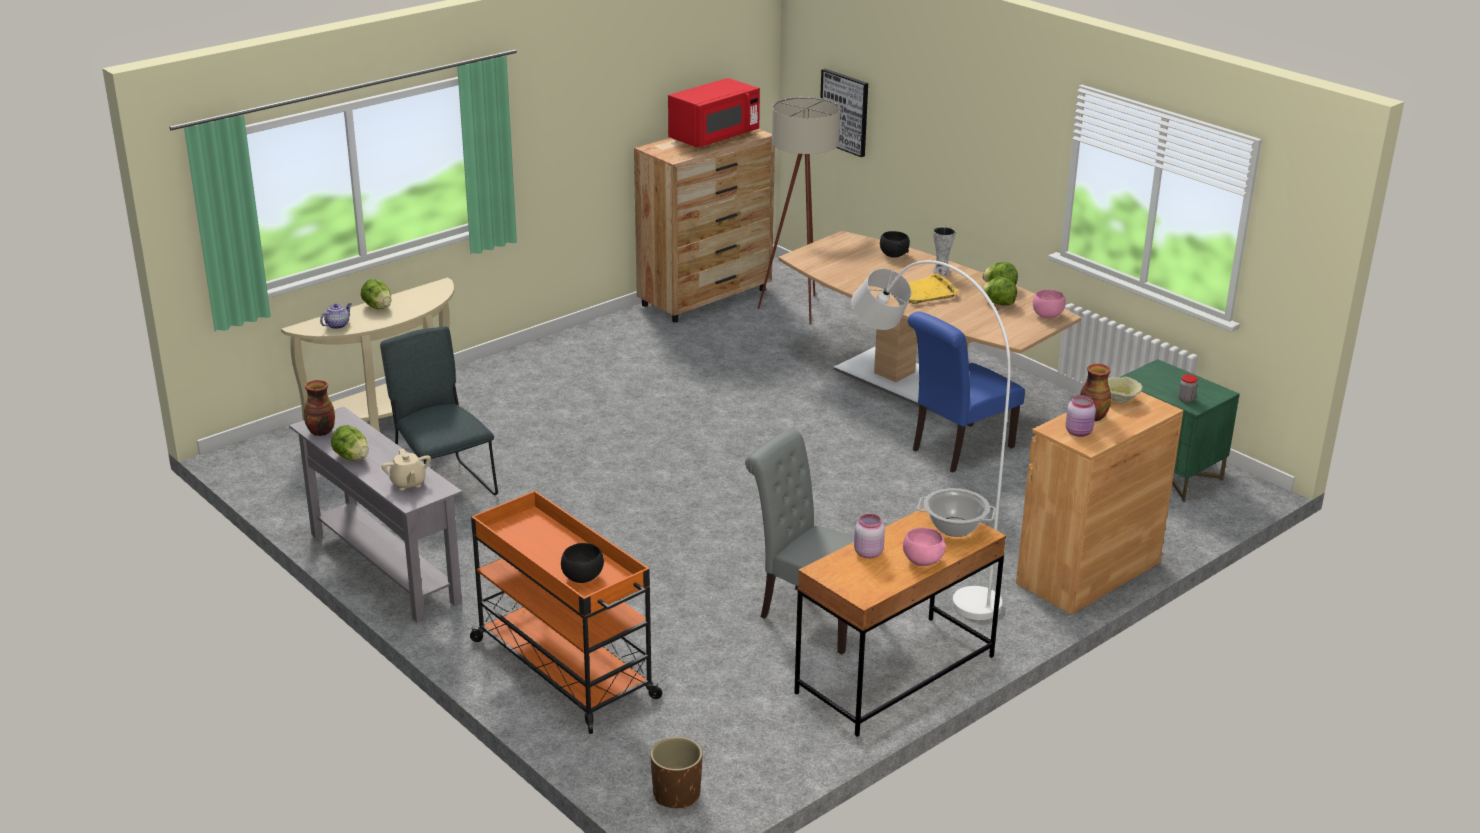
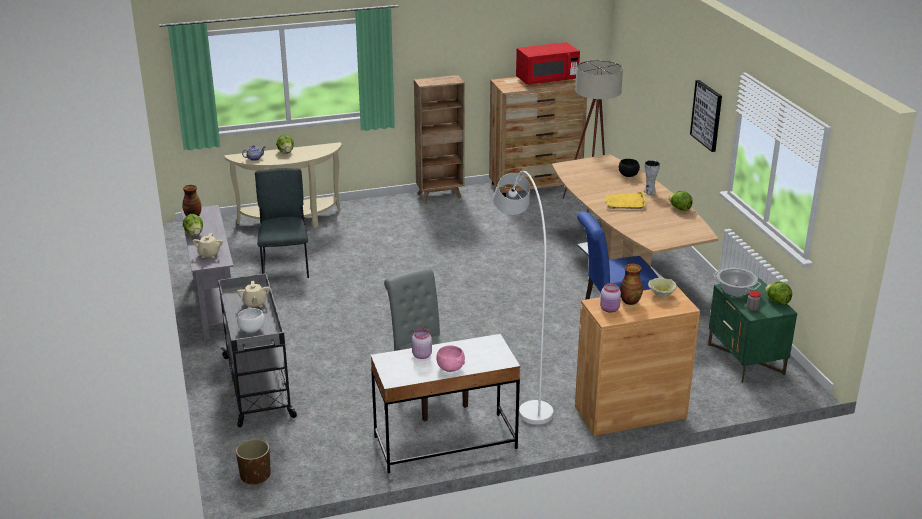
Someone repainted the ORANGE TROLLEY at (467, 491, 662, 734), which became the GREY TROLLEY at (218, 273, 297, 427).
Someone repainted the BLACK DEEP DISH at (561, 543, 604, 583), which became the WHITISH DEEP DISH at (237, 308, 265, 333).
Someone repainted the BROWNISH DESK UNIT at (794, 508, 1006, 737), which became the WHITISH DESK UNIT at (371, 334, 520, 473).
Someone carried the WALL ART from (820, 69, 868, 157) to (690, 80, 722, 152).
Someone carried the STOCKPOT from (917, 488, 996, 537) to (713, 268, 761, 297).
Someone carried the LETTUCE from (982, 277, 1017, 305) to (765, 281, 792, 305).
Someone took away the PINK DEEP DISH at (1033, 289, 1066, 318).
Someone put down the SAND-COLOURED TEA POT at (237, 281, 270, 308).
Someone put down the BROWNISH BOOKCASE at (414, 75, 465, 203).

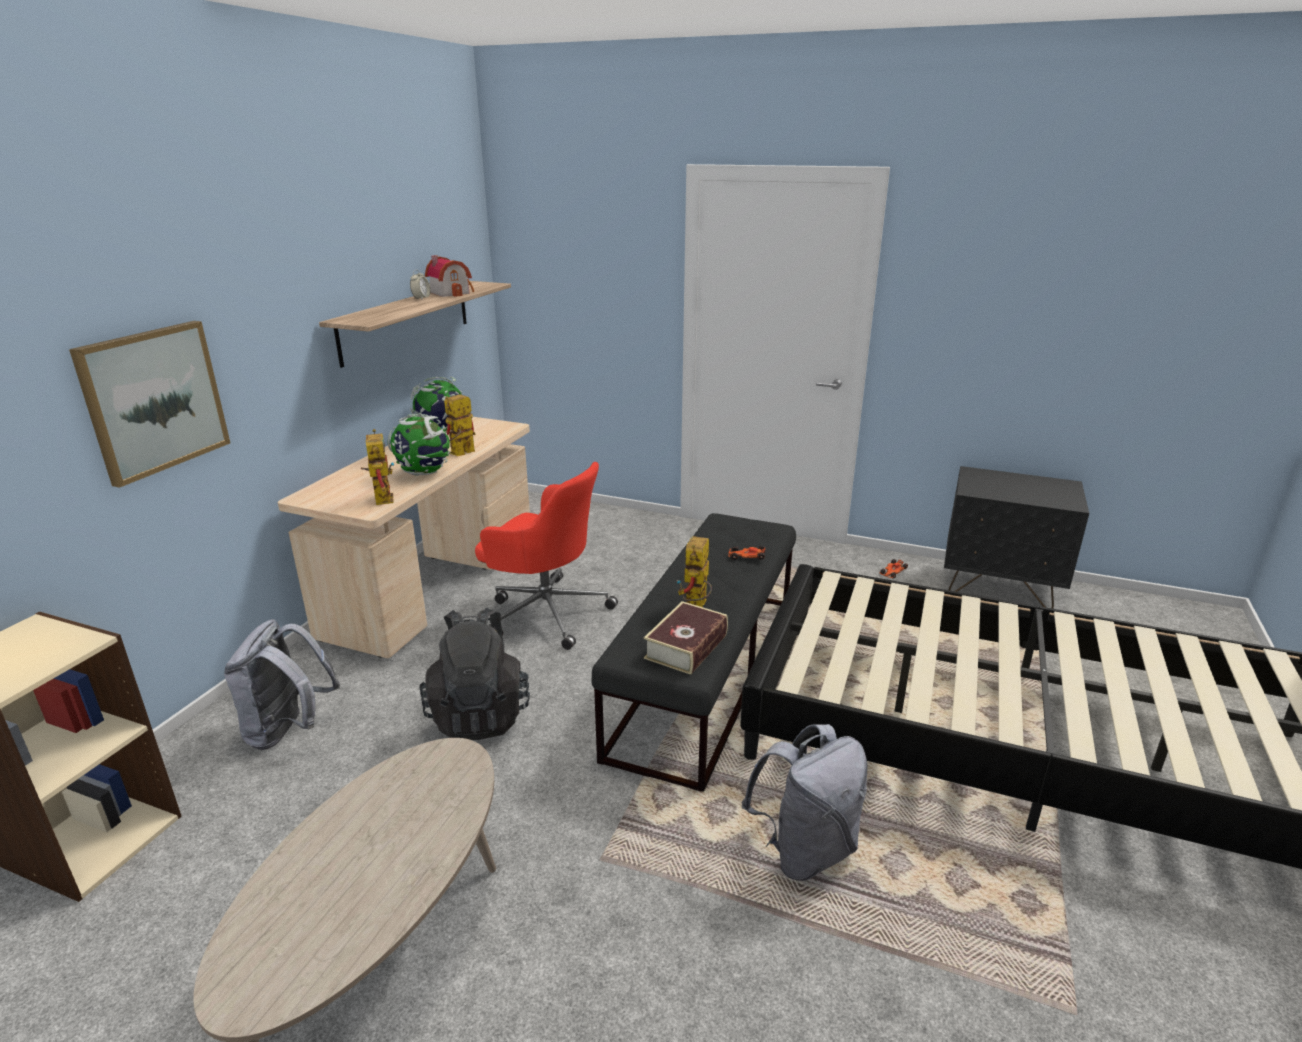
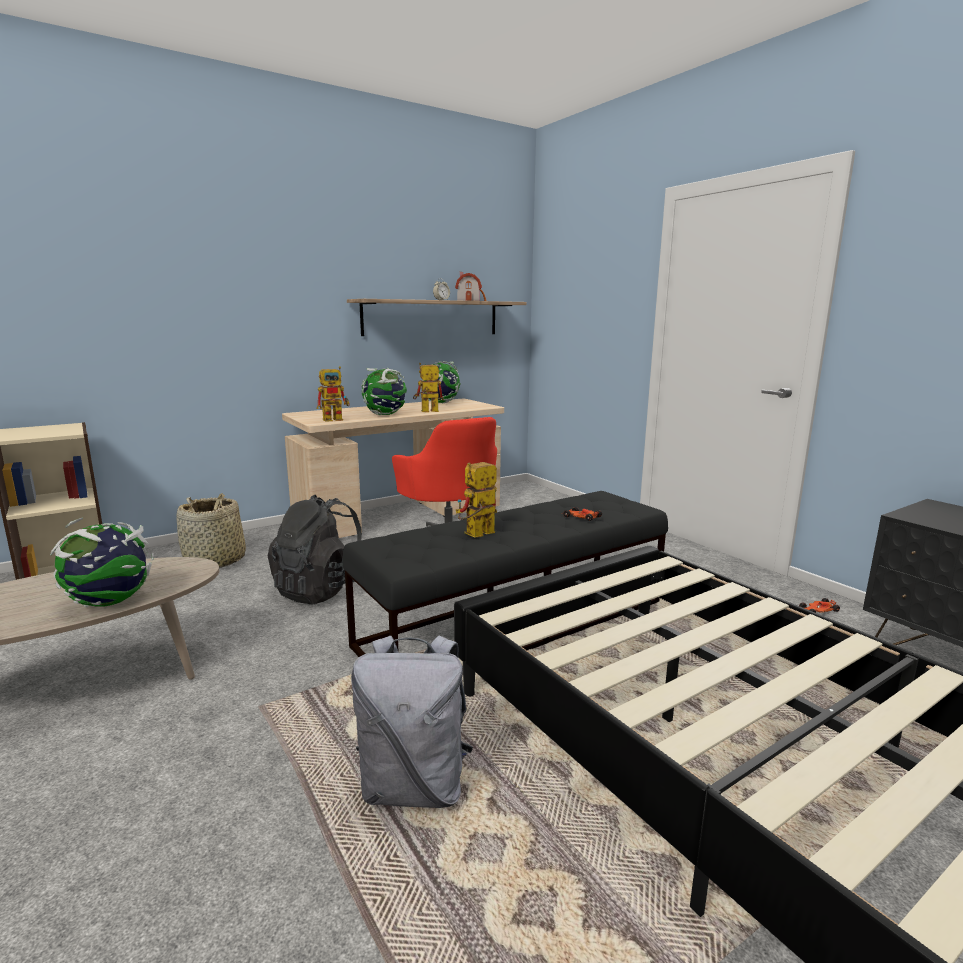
Someone took away the WALL ART at (69, 321, 230, 488).
Someone swapped the GREY KNAPSACK at (224, 619, 340, 750) for the BASKET at (177, 493, 246, 568).
Someone rotated the MODEL ROBOT at (361, 429, 394, 505) by 45 degrees clockwise.
Someone took away the VOLUME at (644, 601, 728, 675).
Someone put down the WORLD GLOBE at (50, 518, 154, 607).

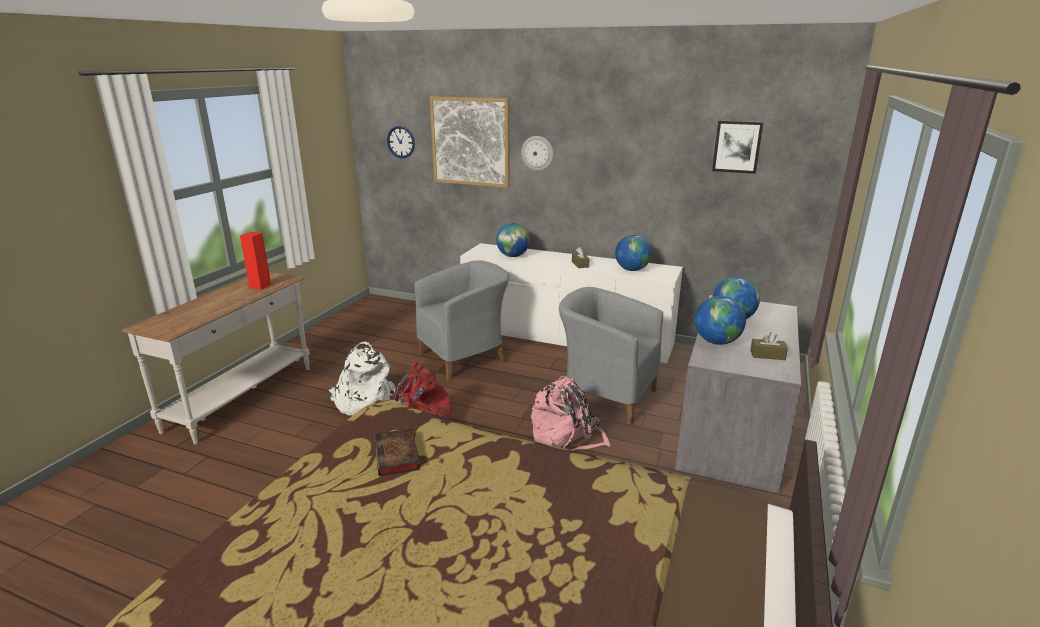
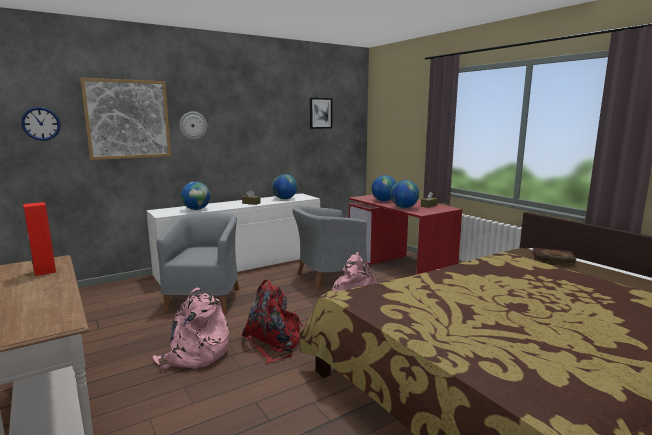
Someone repainted the WHITISH KNAPSACK at (329, 342, 396, 416), which became the PINK KNAPSACK at (152, 288, 229, 369).
Someone carried the VOLUME from (374, 429, 420, 476) to (532, 248, 576, 263).
Someone repainted the GREY DESK UNIT at (675, 295, 801, 494), which became the REDDISH DESK UNIT at (349, 195, 462, 274).

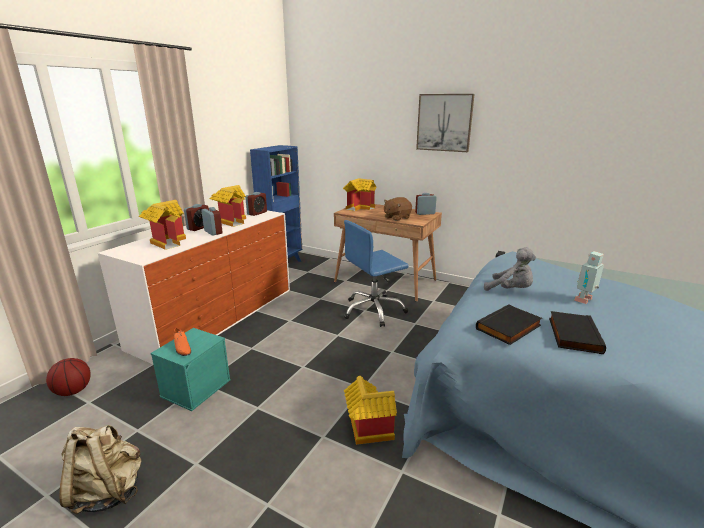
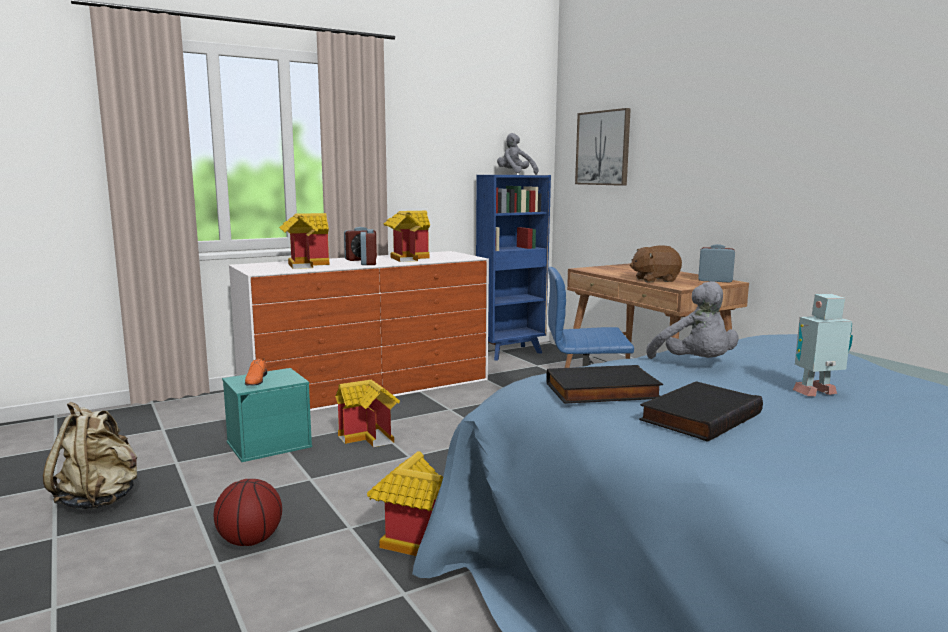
Someone carried the BASKETBALL BALL from (46, 358, 91, 396) to (214, 479, 282, 546).
Someone took away the ALARM CLOCK at (245, 192, 267, 216).
Someone carried the MINIATURE HOUSE from (343, 178, 377, 211) to (335, 379, 400, 447).
Someone carried the WALL ART from (416, 94, 475, 152) to (575, 108, 631, 186).
Someone put down the GREY CUDDLY TOY at (497, 133, 538, 175).

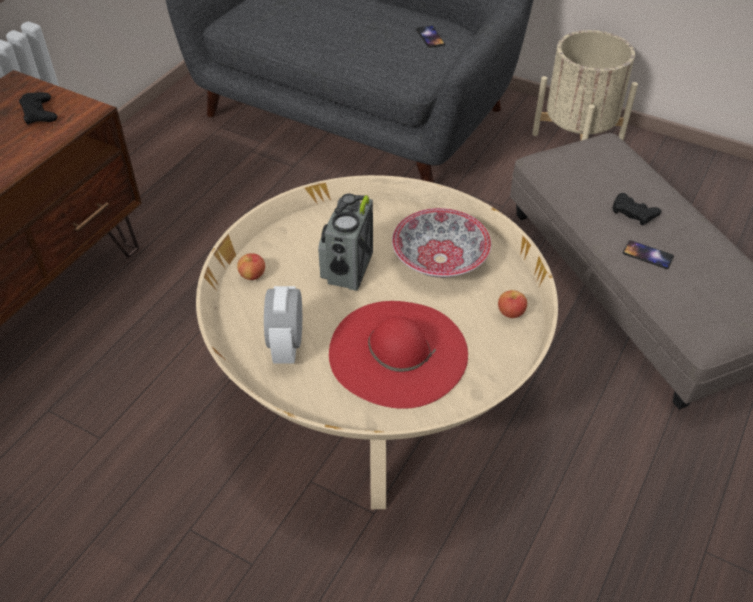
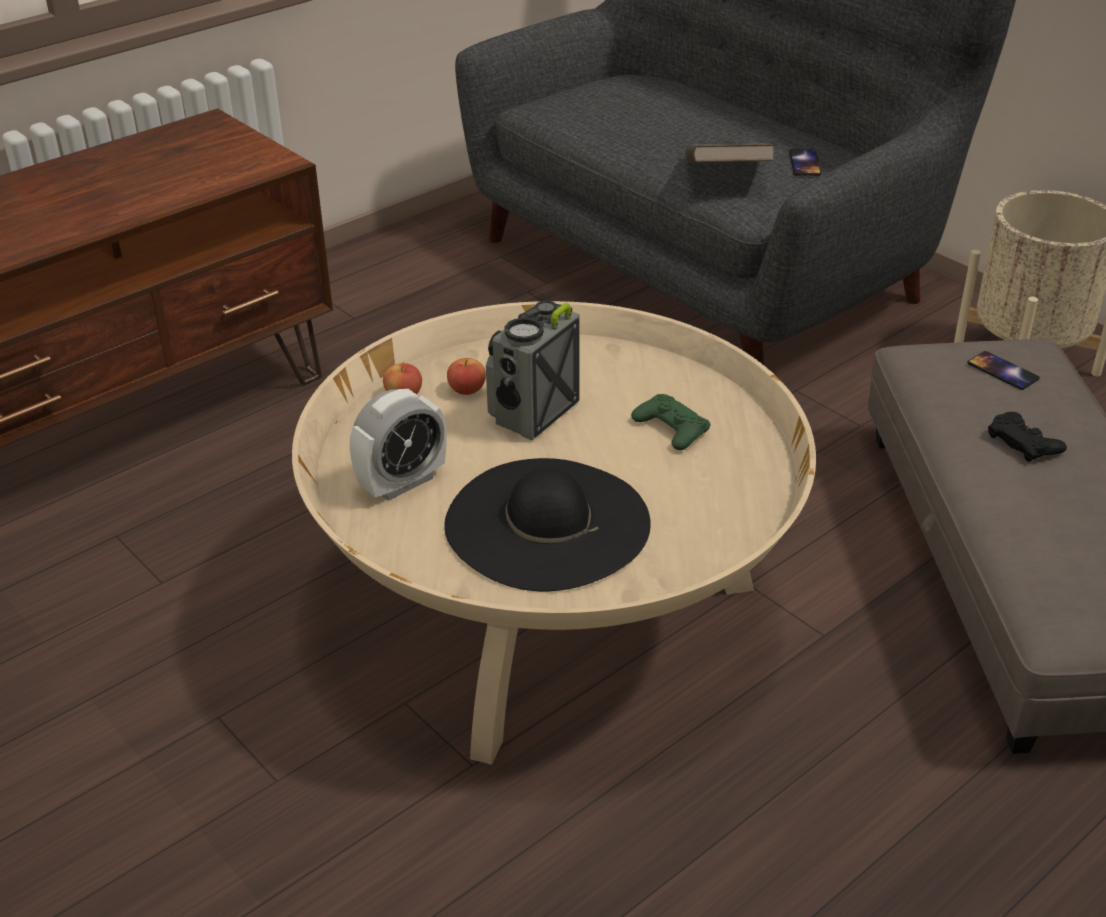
Someone took away the BLACK GAME CONTROLLER at (19, 92, 57, 125).
Someone rotated the ALARM CLOCK at (264, 286, 302, 364) by 150 degrees counterclockwise.
Someone repainted the REDDISH WEARABLE HAT at (329, 301, 468, 409), which became the BLACK WEARABLE HAT at (444, 458, 651, 591).
Someone swapped the DEEP DISH at (392, 208, 492, 278) for the GREEN GAME CONTROLLER at (631, 394, 711, 450).
Someone carried the WHOLE APPLE from (498, 290, 527, 318) to (447, 358, 486, 395).
Someone carried the HANDSET from (623, 240, 674, 269) to (967, 351, 1040, 390).
Someone put down the BROWNISH VOLUME at (685, 144, 775, 162).

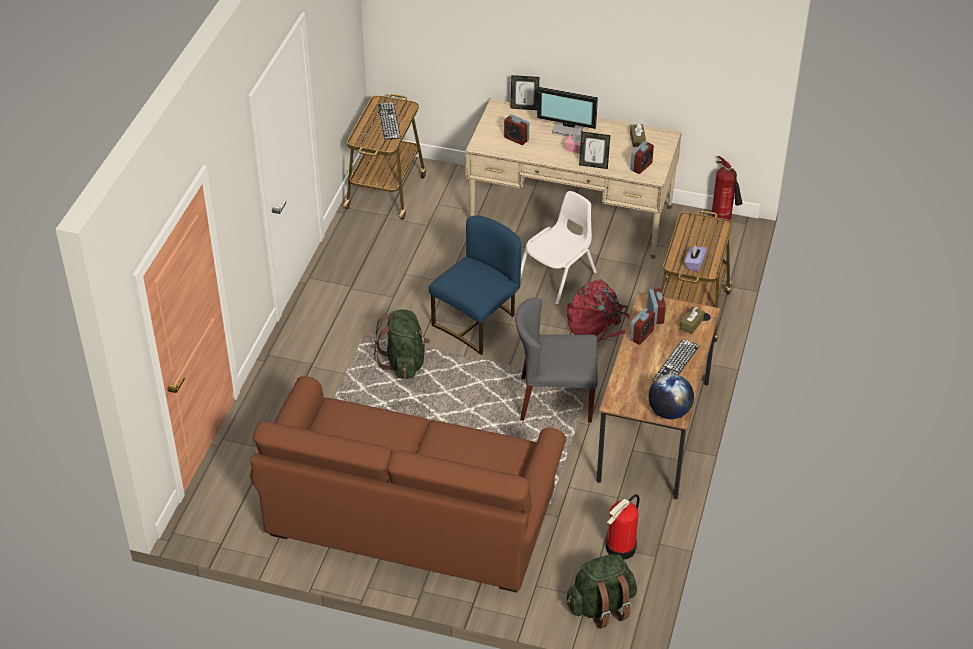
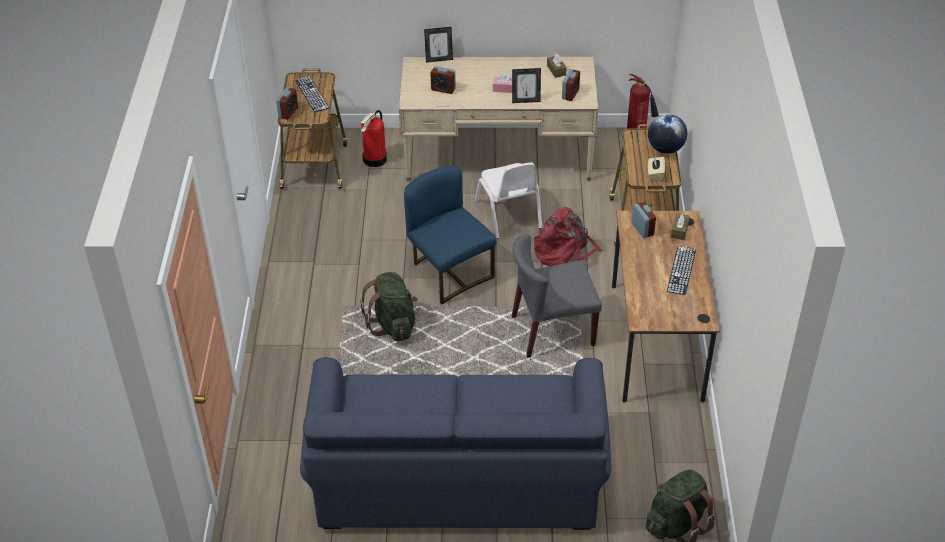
Someone repainted the BROWNISH SETTEE at (250, 376, 566, 593), which became the BLUE SETTEE at (300, 357, 611, 530).
Someone rotated the BLUE UPRIGHT CHAIR at (429, 215, 521, 355) by 60 degrees counterclockwise.
Someone rotated the WHITISH UPRIGHT CHAIR at (521, 191, 597, 305) by 135 degrees clockwise.
Someone took away the COMPUTER DISPLAY at (537, 87, 598, 136).
Someone carried the FIRE-FIGHTING CYLINDER from (606, 494, 640, 559) to (361, 110, 387, 167).
Someone carried the ALARM CLOCK from (629, 308, 655, 345) to (276, 87, 298, 120).
Someone carried the WORLD GLOBE from (649, 374, 694, 419) to (648, 114, 687, 154).
Someone repainted the PURPLE BOX OF TISSUES at (684, 245, 707, 272), which became the SAND-COLOURED BOX OF TISSUES at (648, 157, 665, 181).

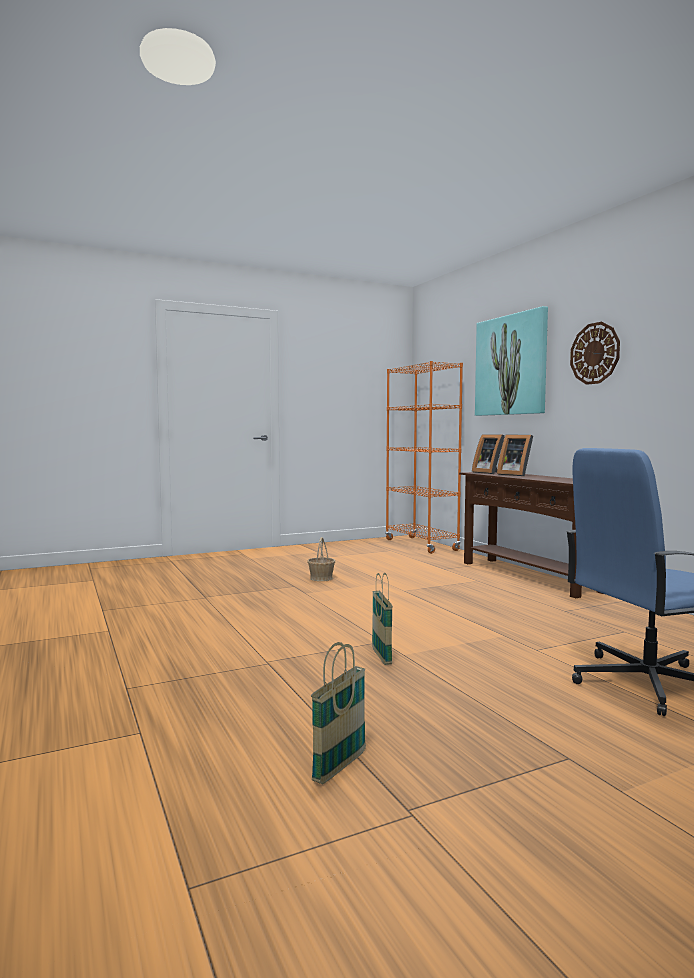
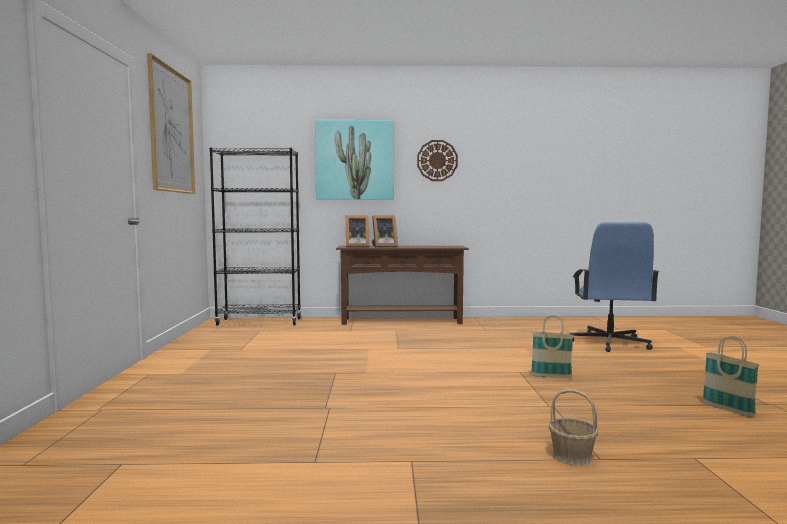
Someone carried the BASKET from (307, 537, 335, 581) to (549, 389, 598, 466).
Someone repainted the ORANGE BOOKCASE at (385, 361, 463, 554), which became the BLACK BOOKCASE at (210, 148, 301, 326).
Someone put up the WALL ART at (147, 53, 195, 194).

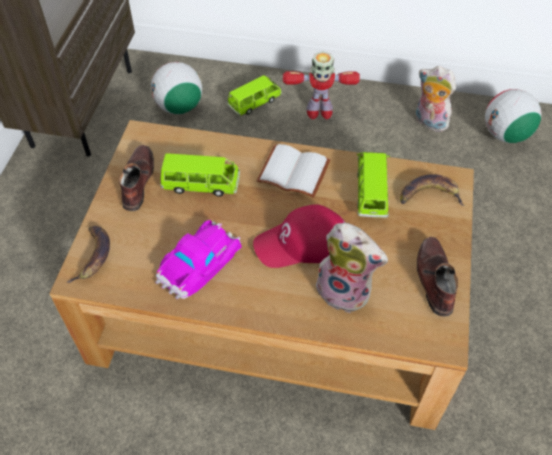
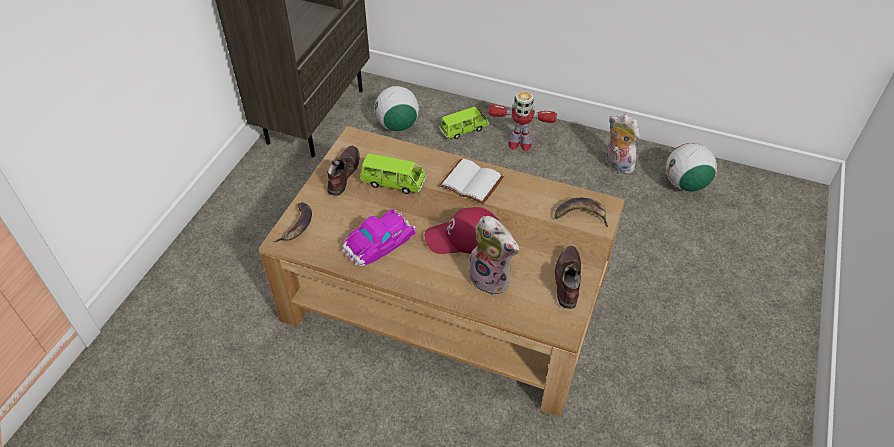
Someone took away the GREEN TOY CAR at (357, 152, 390, 218).

